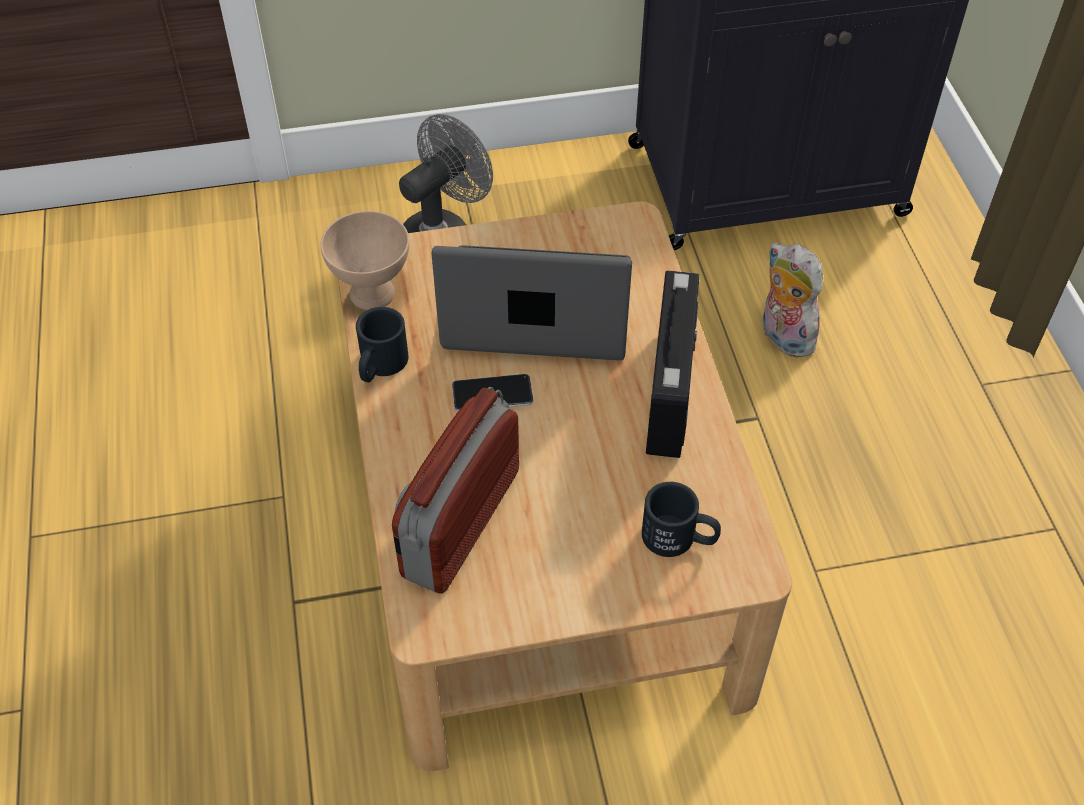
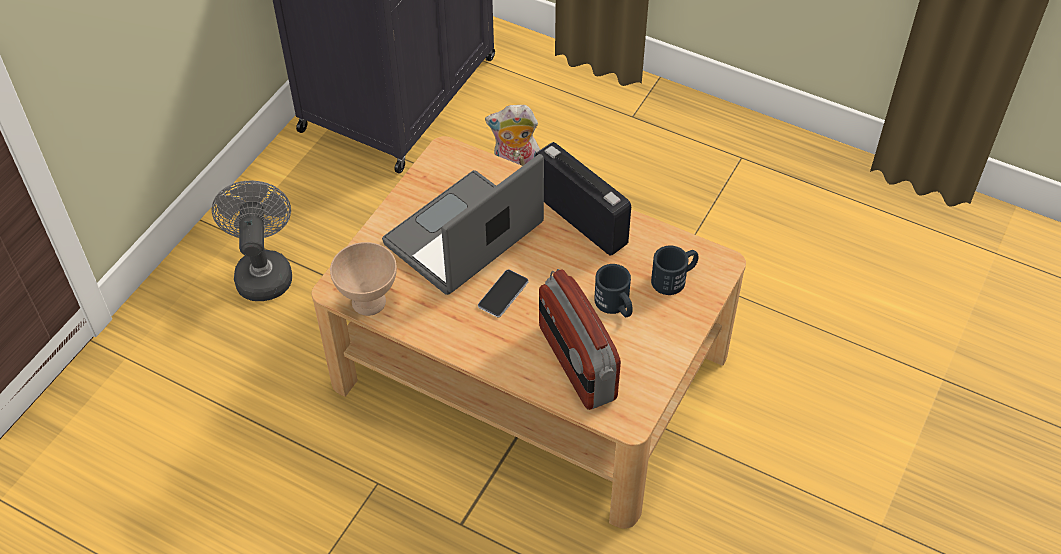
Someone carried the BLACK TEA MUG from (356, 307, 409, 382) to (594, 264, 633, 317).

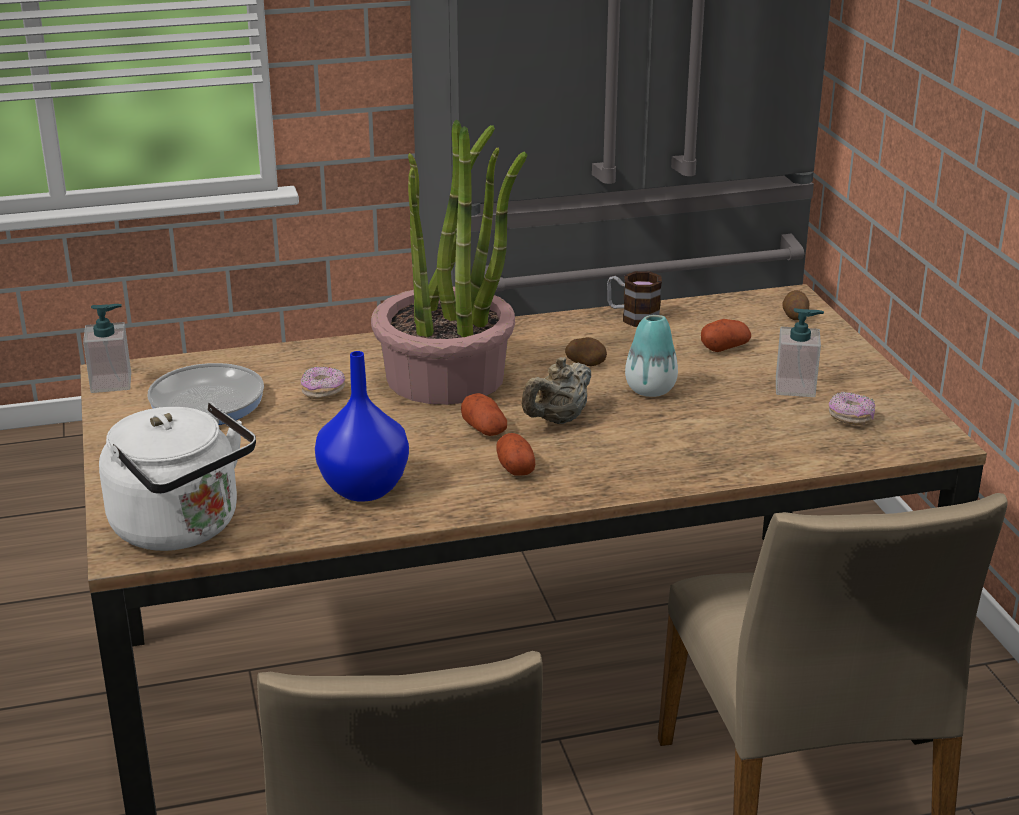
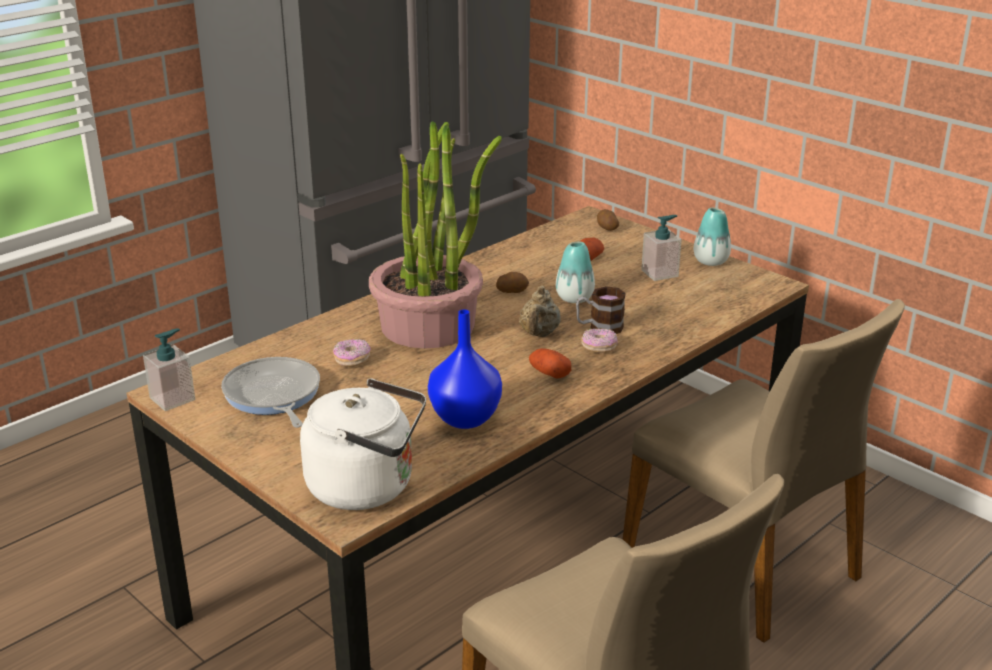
Someone took away the POTATO at (461, 393, 507, 436).
Someone carried the TEA MUG from (607, 271, 662, 327) to (576, 286, 626, 334).
Someone carried the RING DOUGHNUT from (829, 392, 875, 425) to (581, 329, 618, 353).
Someone put down the FLOWER VASE at (694, 208, 731, 266).

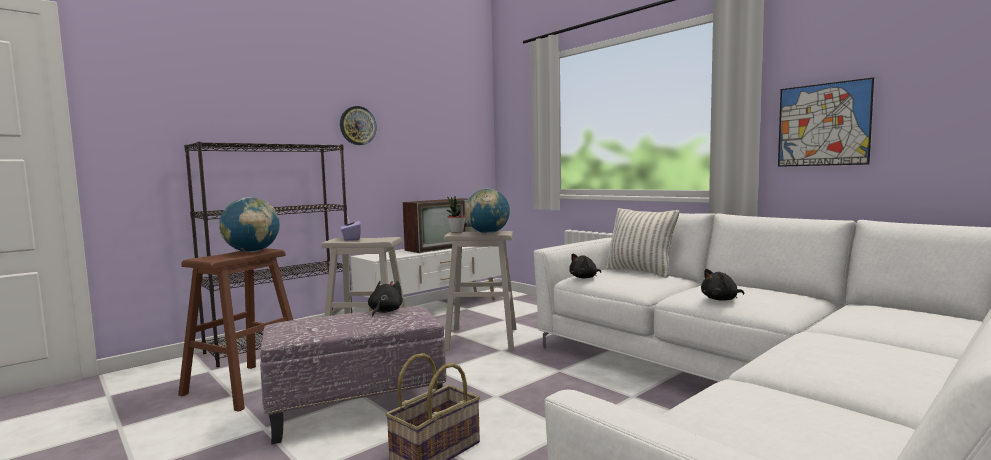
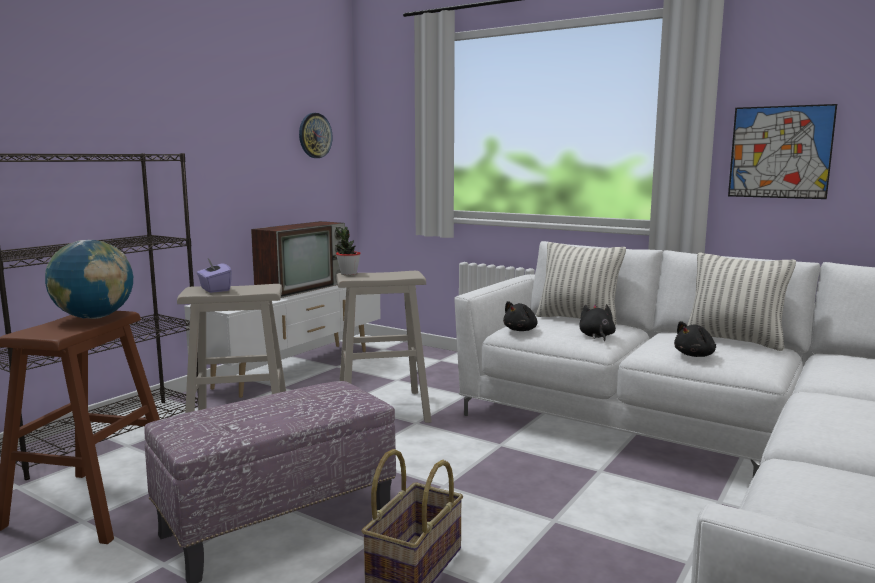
Someone carried the WALL CLOCK from (340, 106, 377, 145) to (299, 113, 333, 158).
Someone carried the BLACK CUDDLY TOY from (368, 281, 403, 316) to (579, 304, 616, 342).
Someone took away the WORLD GLOBE at (465, 189, 510, 234).
Someone put down the THROW PILLOW at (687, 253, 796, 351).

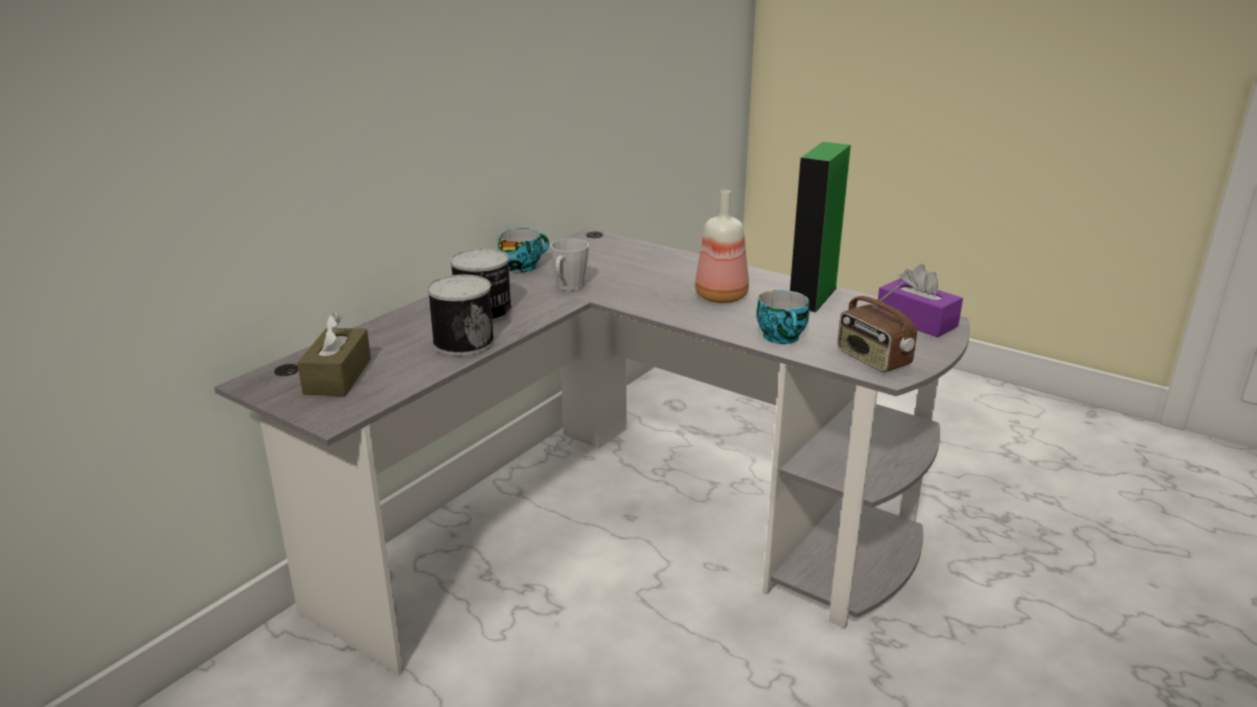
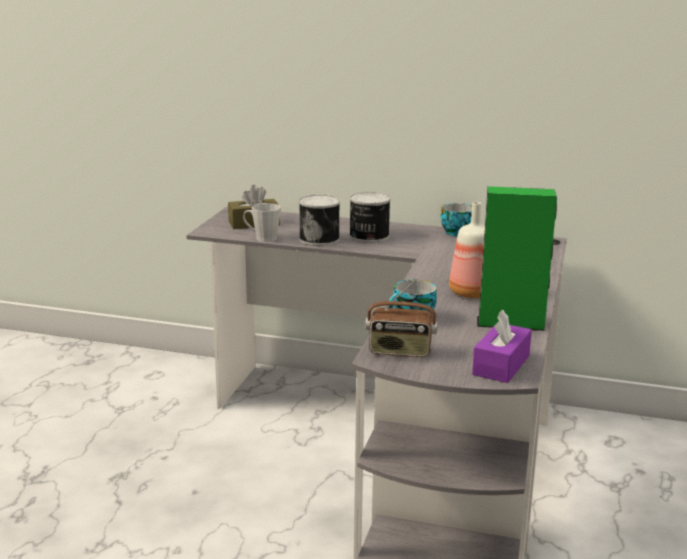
Someone carried the GREY TEA MUG from (551, 239, 589, 291) to (243, 203, 281, 242).
Someone rotated the RADIO at (838, 282, 917, 372) by 120 degrees counterclockwise.

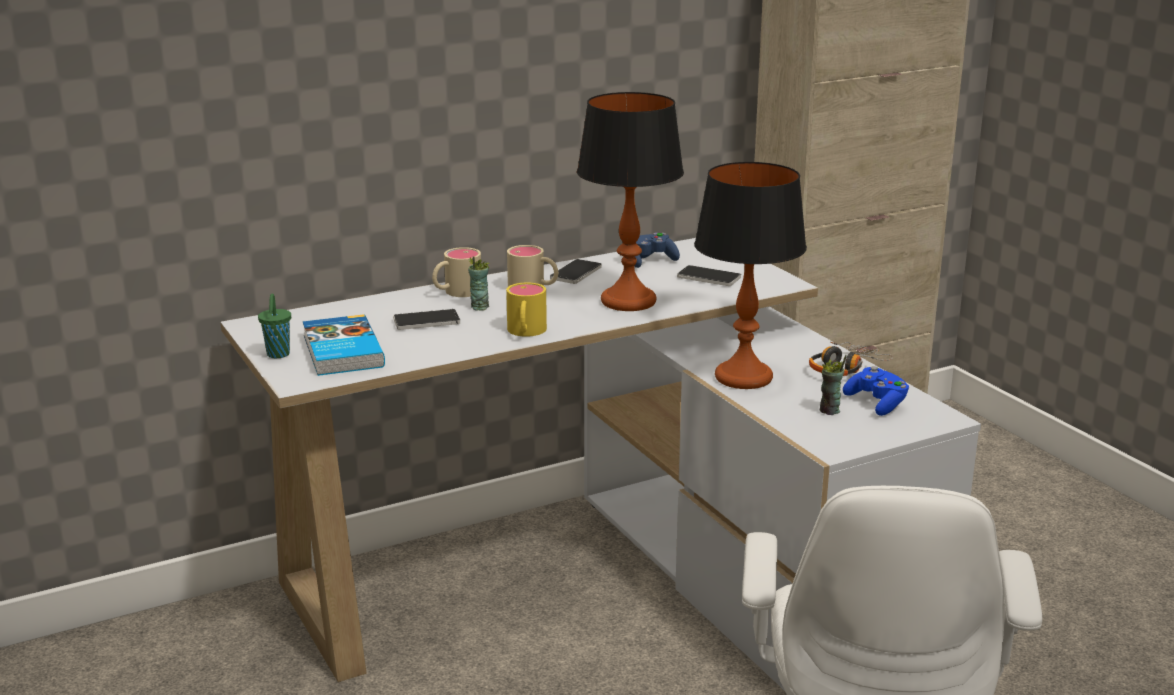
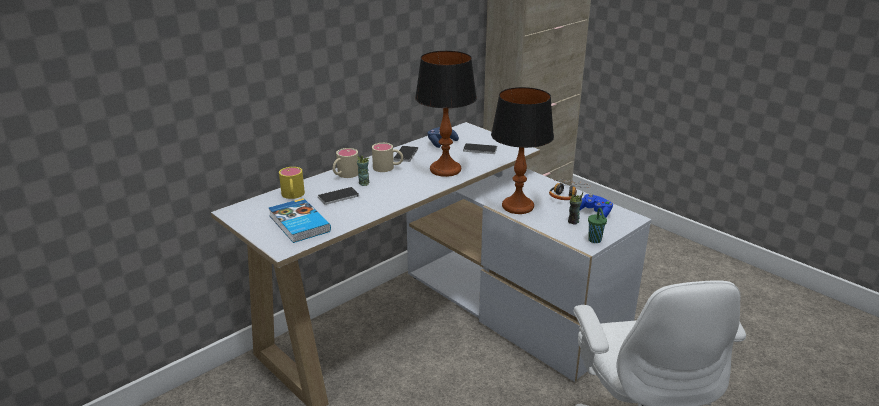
Someone carried the GREEN CUP from (258, 293, 291, 358) to (588, 208, 607, 243).
Someone carried the YELLOW-COLOURED TEA MUG from (506, 282, 547, 337) to (279, 167, 305, 199).

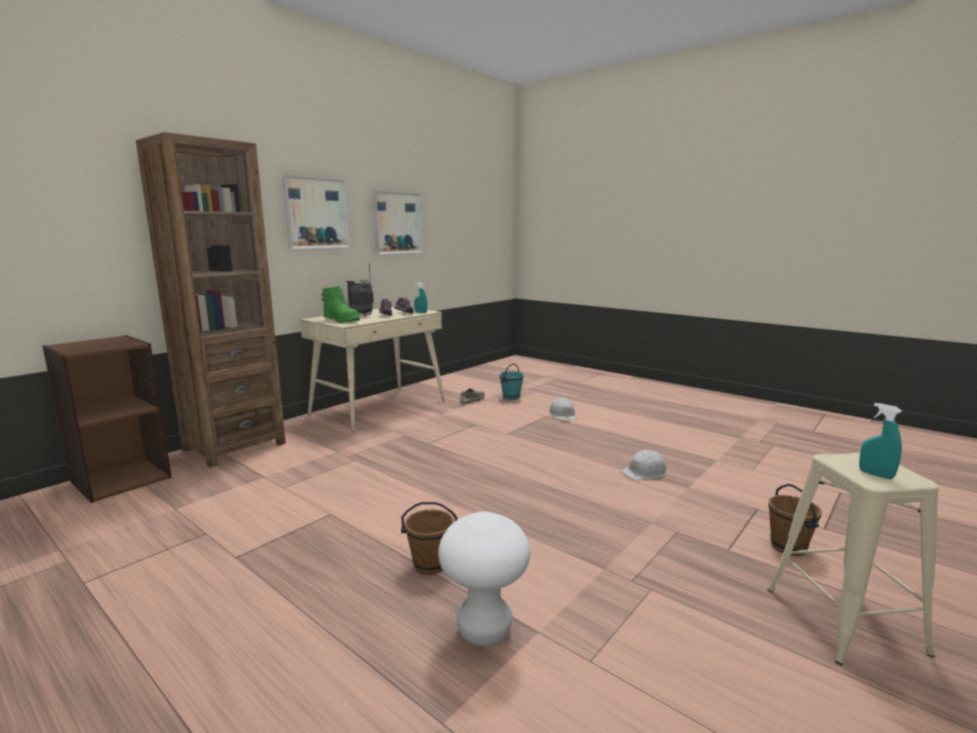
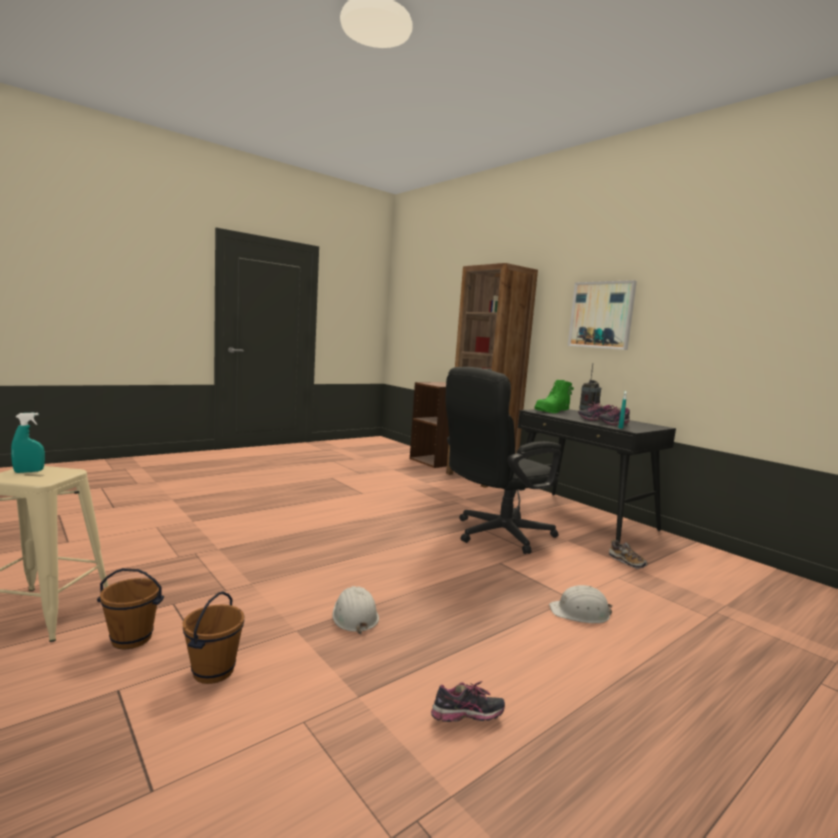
Someone repainted the SAND-COLOURED DESK UNIT at (300, 307, 445, 432), which became the BLACK DESK UNIT at (513, 409, 676, 543).
Someone took away the WALL ART at (372, 190, 423, 254).
Someone carried the BROWNISH WATER BUCKET from (401, 502, 457, 575) to (183, 592, 245, 684).
Someone took away the WHITISH STOOL at (438, 512, 530, 646).
Someone took away the TURQUOISE WATER BUCKET at (499, 363, 524, 400).
Someone put down the ITEM OF FOOTWEAR at (431, 681, 505, 722).
Someone put down the BLACK COMPUTER CHAIR at (445, 367, 561, 554).

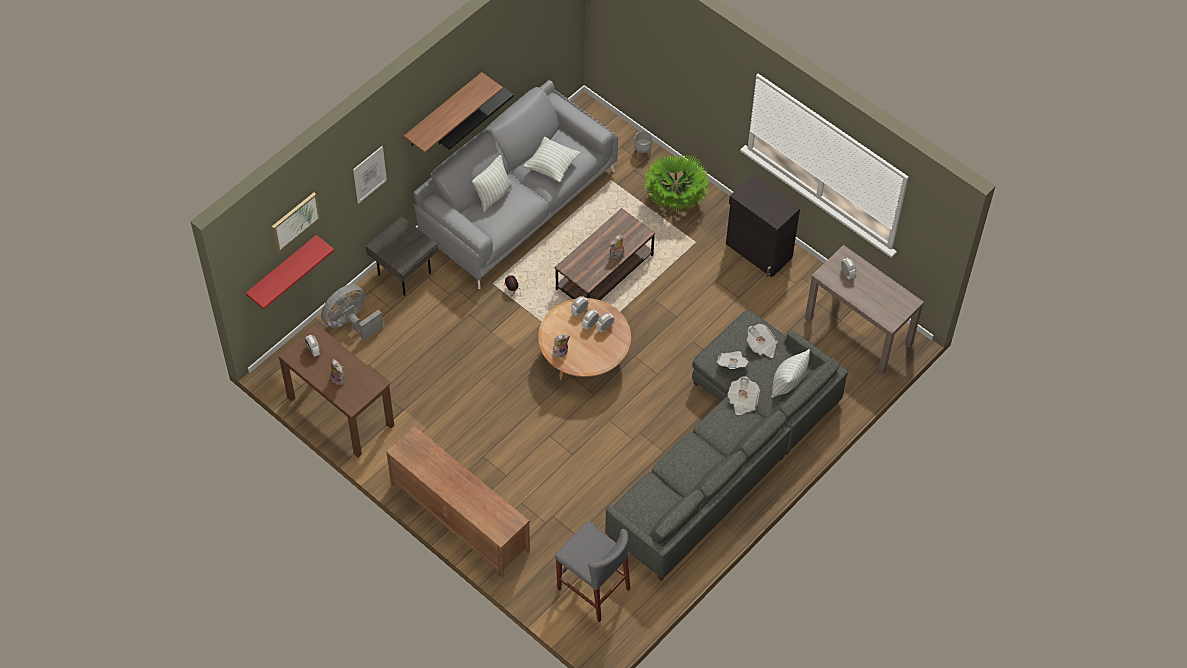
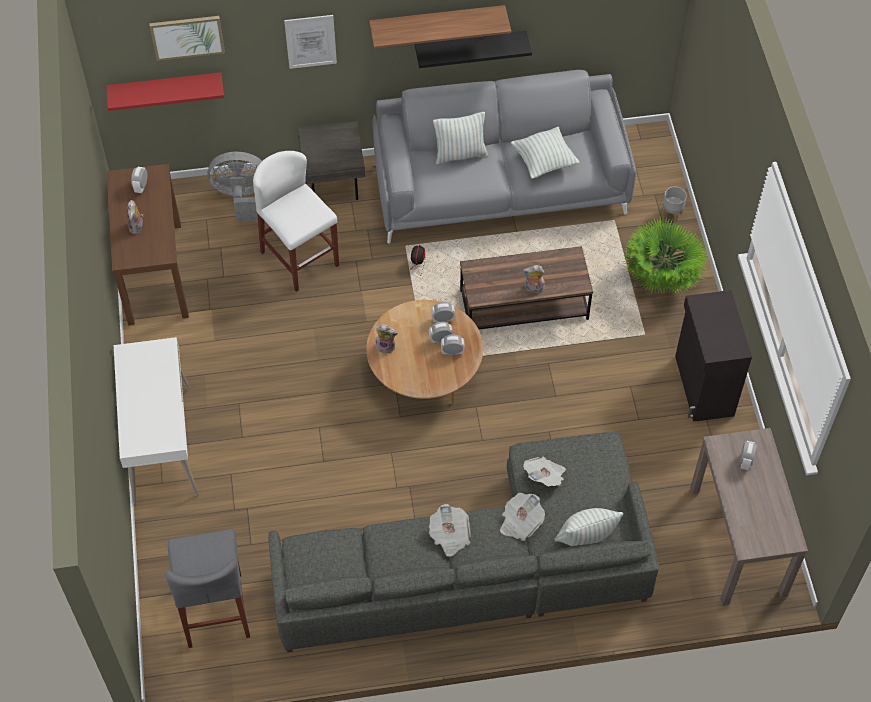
Someone swapped the BROWNISH TV STAND at (386, 426, 530, 578) for the WHITISH DESK UNIT at (114, 337, 199, 505).
Someone carried the NEWSPAPER from (747, 324, 778, 358) to (429, 504, 471, 557).
Someone put down the WHITISH STOOL at (253, 151, 339, 292).

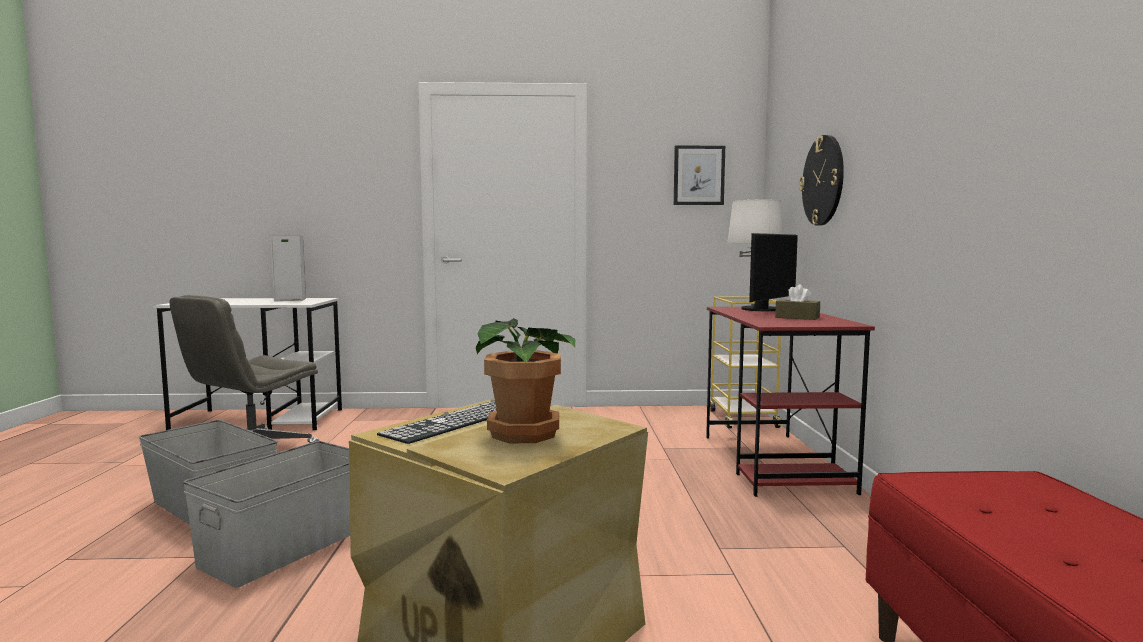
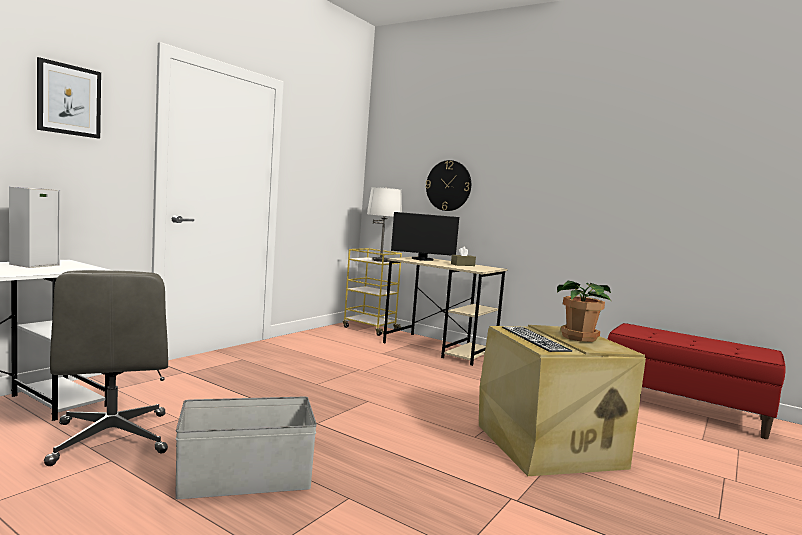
Someone took away the GREY STORAGE BOX at (183, 441, 350, 588).
Someone carried the WALL ART from (674, 145, 725, 205) to (37, 57, 101, 139).
Someone repainted the REDDISH DESK UNIT at (706, 307, 875, 497), which became the SAND-COLOURED DESK UNIT at (383, 256, 507, 366).
Someone rotated the COMPUTER DISPLAY at (741, 233, 798, 311) by 105 degrees clockwise.

